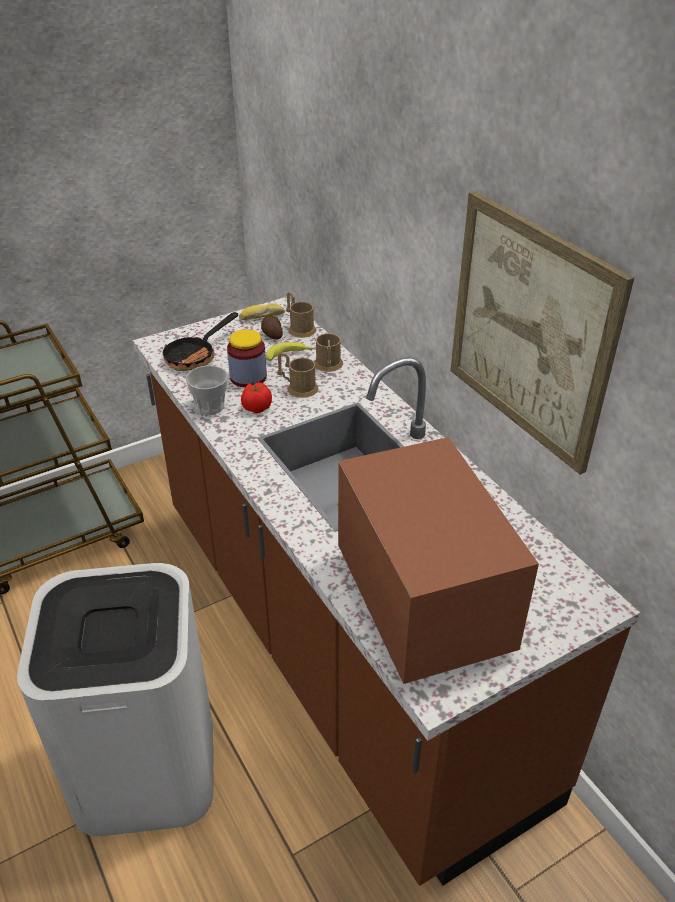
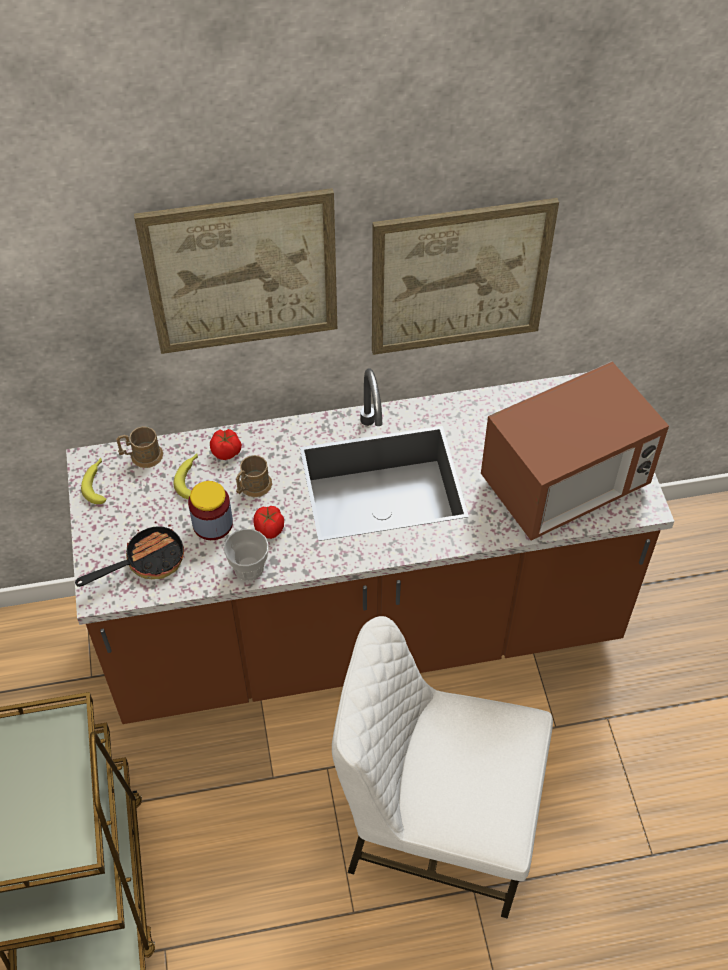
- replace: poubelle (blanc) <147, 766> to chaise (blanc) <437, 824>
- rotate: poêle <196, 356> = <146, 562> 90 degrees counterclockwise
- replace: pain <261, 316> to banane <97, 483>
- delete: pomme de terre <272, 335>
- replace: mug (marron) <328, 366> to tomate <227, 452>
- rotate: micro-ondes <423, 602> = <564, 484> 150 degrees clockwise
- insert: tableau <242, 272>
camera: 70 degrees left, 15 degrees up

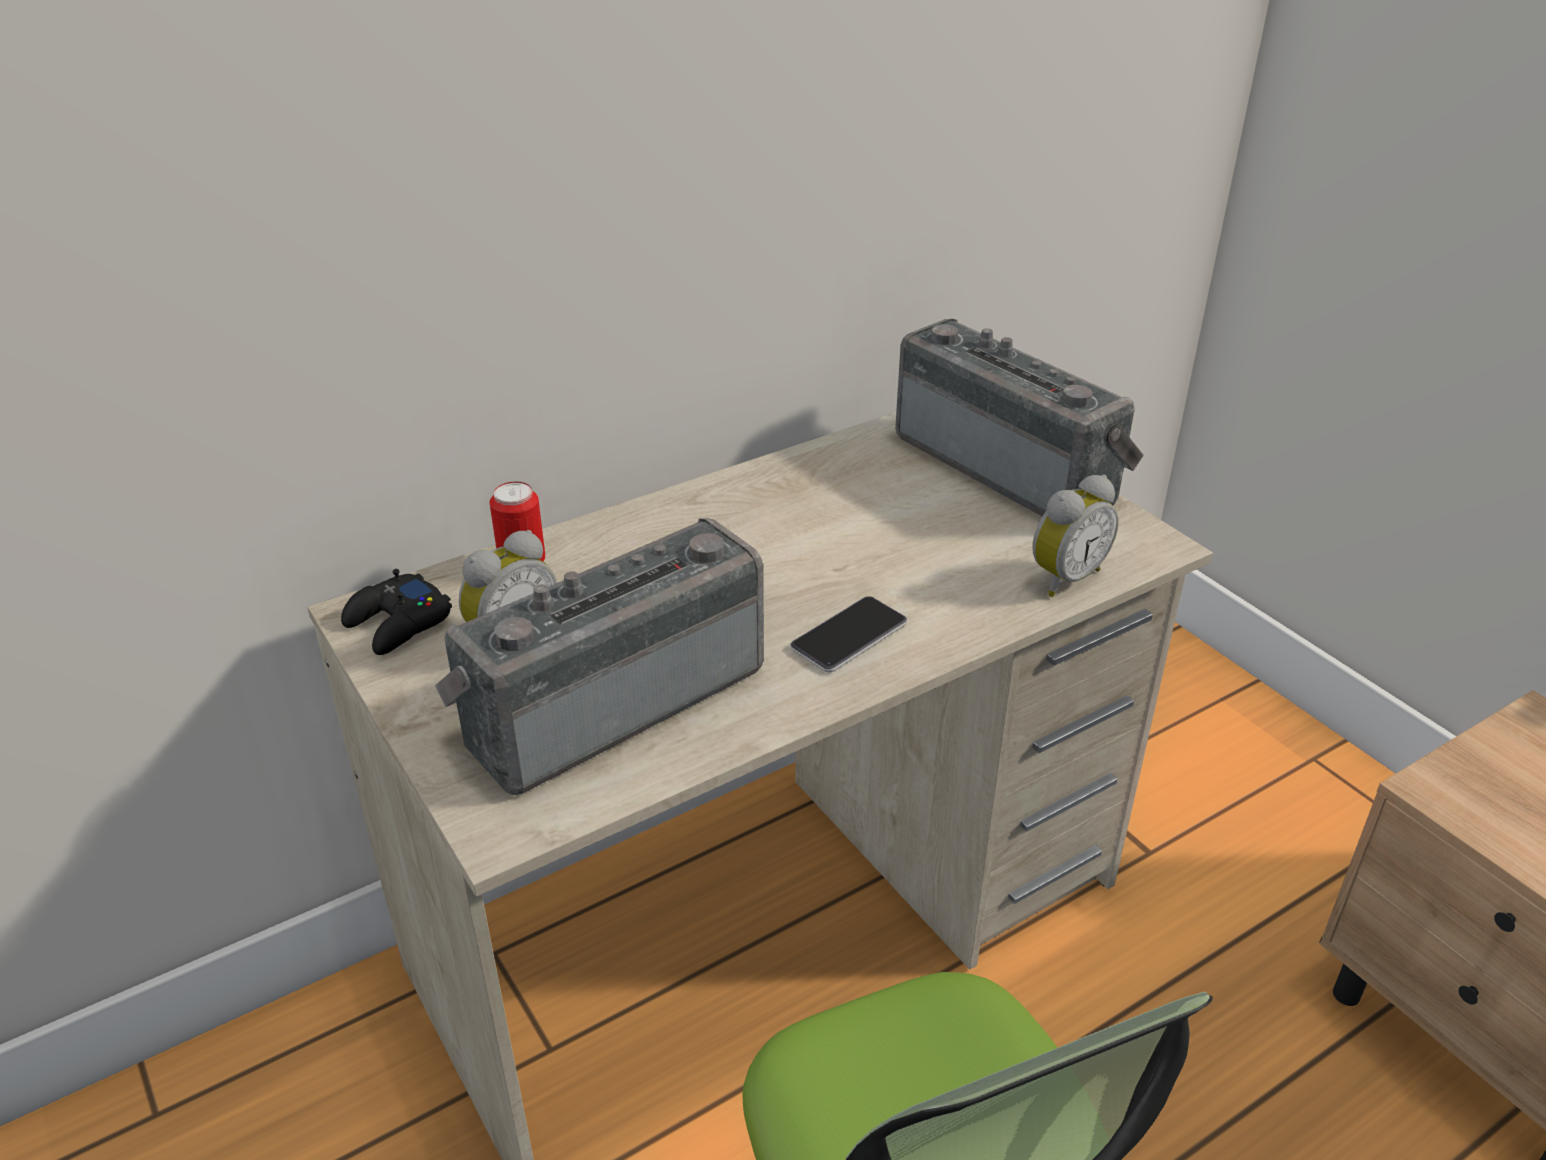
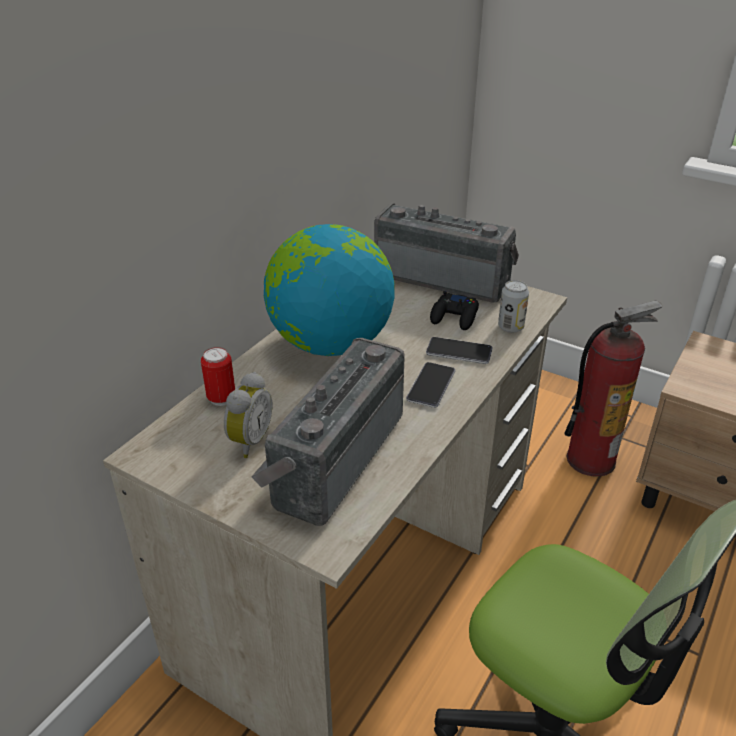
- move: manette (noir) <398, 623> to <455, 317>
- replace: réveil <1063, 577> to boîte métallique <510, 327>
- insert: globe <330, 344>
- insert: téléphone <459, 352>
- insert: extincteur <591, 459>
camera: 25 degrees left, 0 degrees up

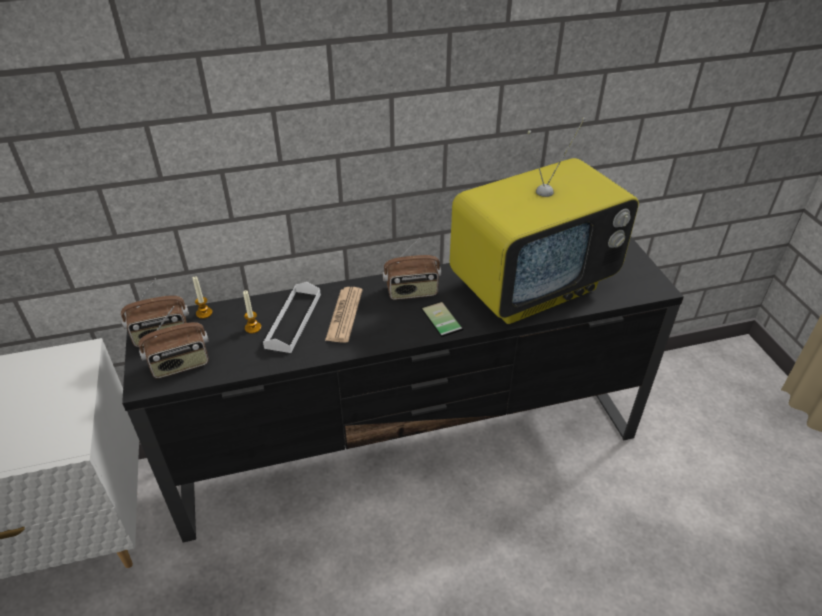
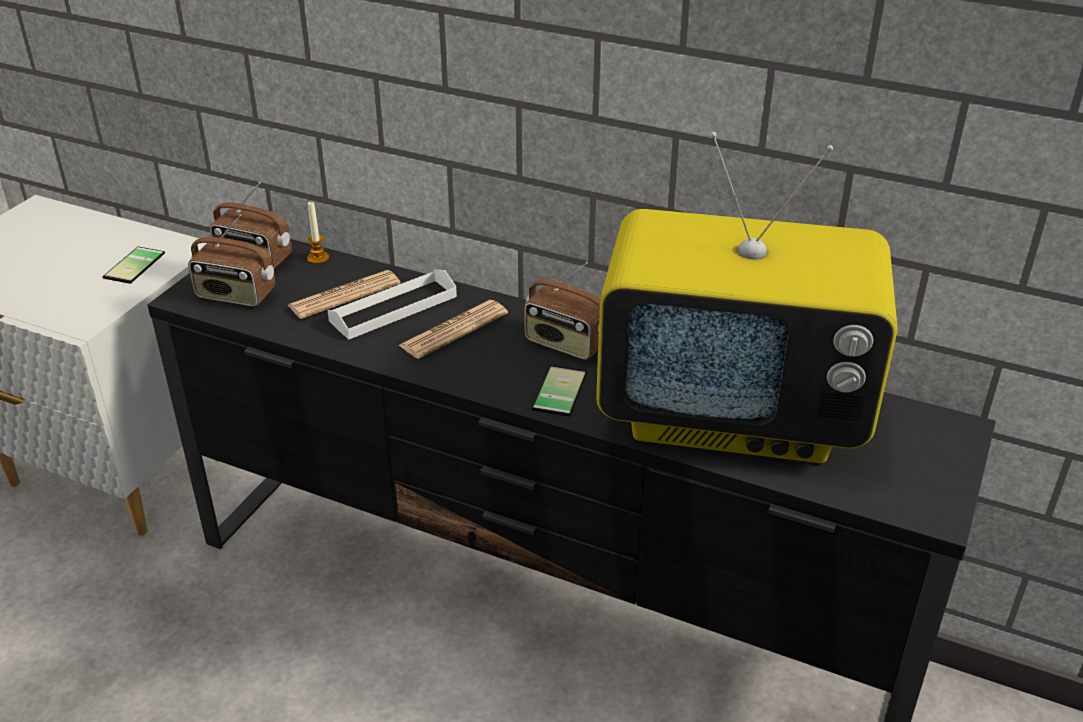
- replace: bougie <253, 328> to journal <344, 295>
- insert: téléphone <137, 266>
camera: 40 degrees right, 5 degrees down

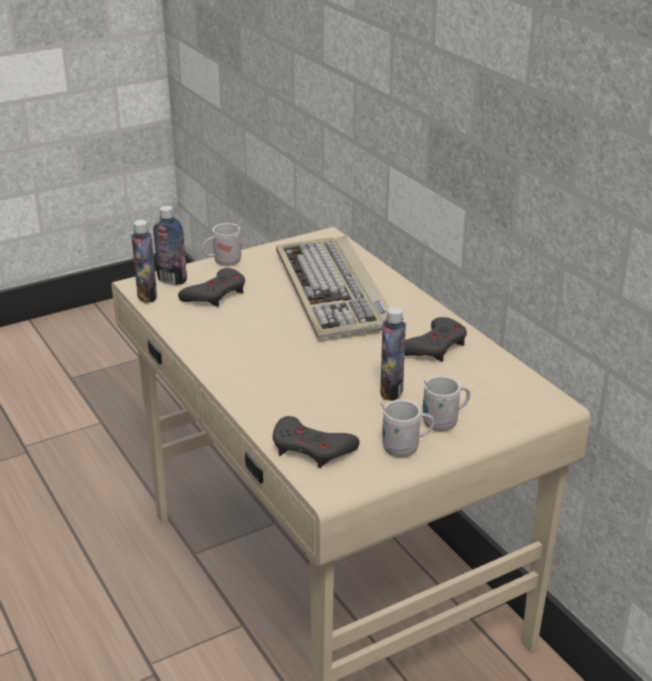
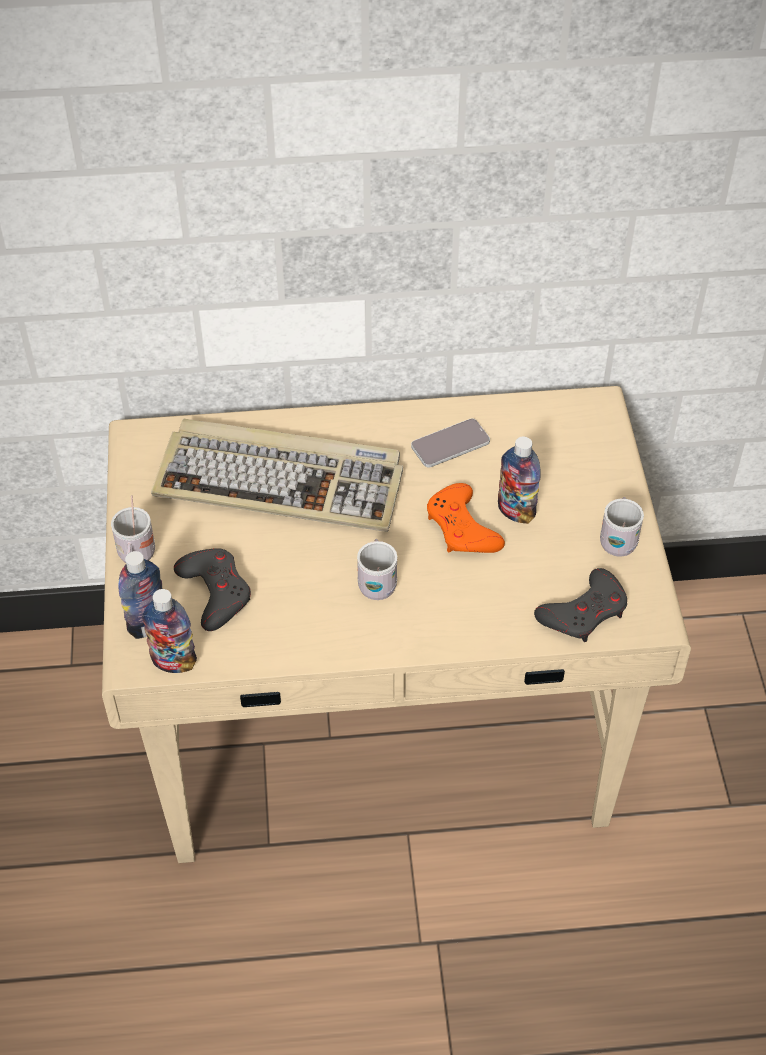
- replace: manette (gris) <434, 346> to téléphone <450, 444>
- move: mug (blanc) <444, 422> to <377, 582>
- insert: manette (orange) <462, 527>
camera: 65 degrees left, 20 degrees up

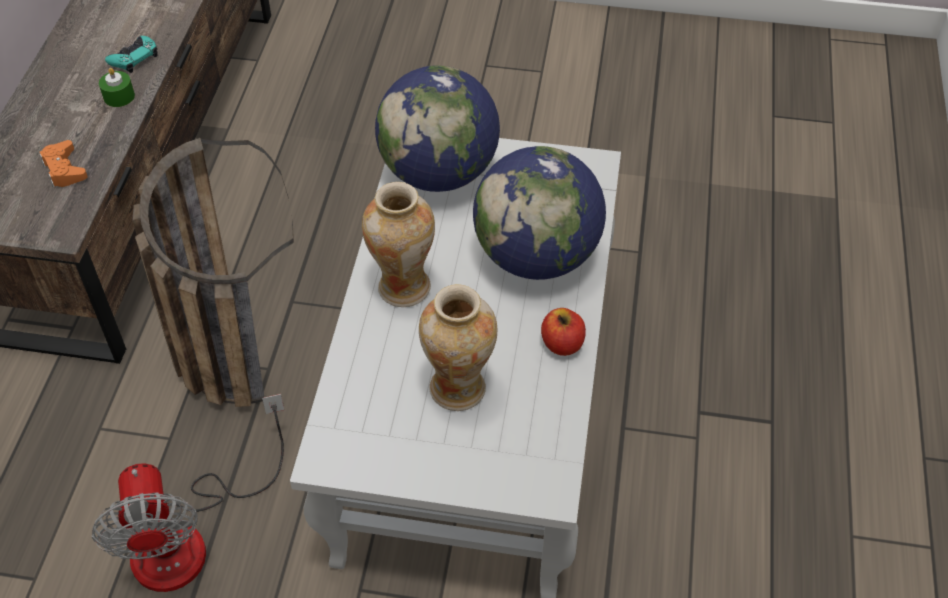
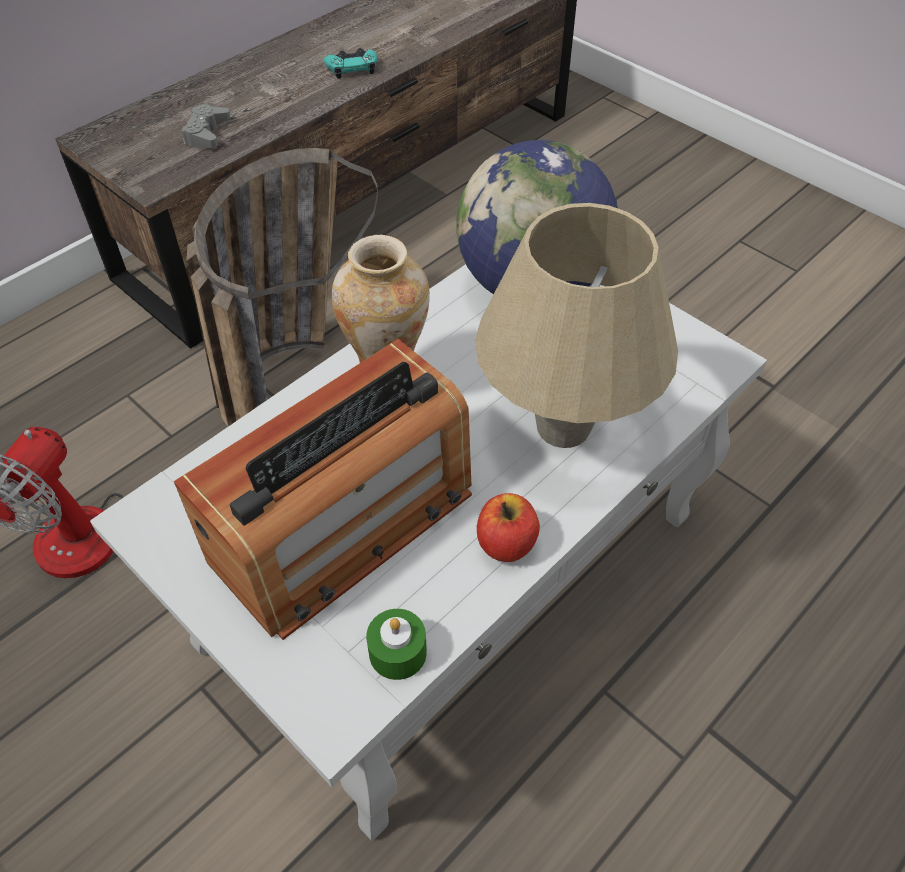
- recolor: manette (orange) <64, 169> to manette (gris) <207, 133>
- move: bougie (vert) <119, 96> to <397, 652>
- replace: vase <458, 388> to radio <344, 525>
- replace: globe <536, 256> to lampe de table (beige) <563, 426>
camera: 35 degrees right, 0 degrees up

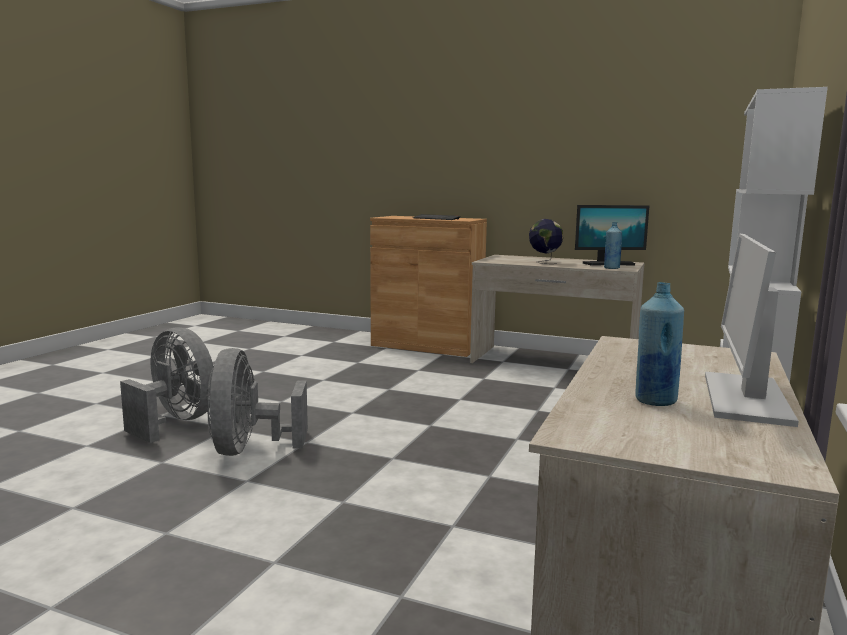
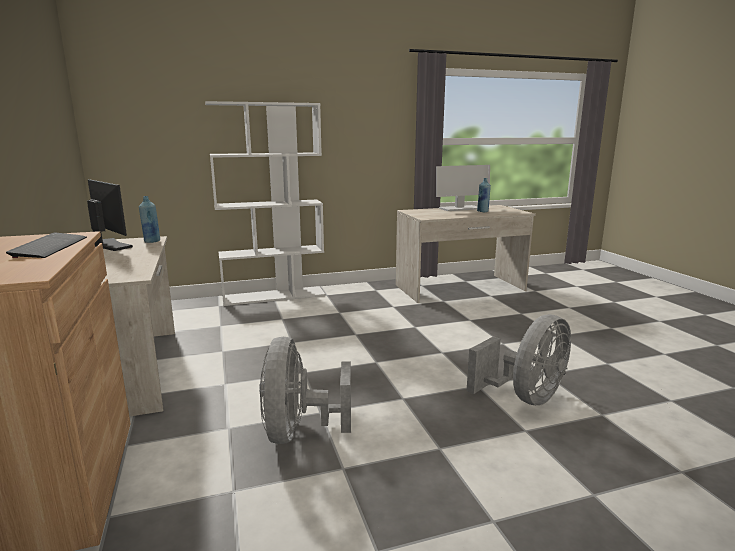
- move: ventilateur (gris) <175, 422> to <299, 431>
- delete: globe <544, 262>
camera: 130 degrees left, 5 degrees up

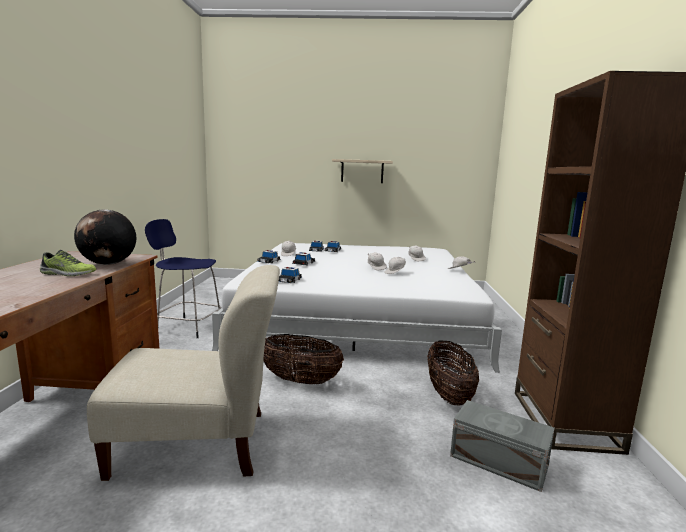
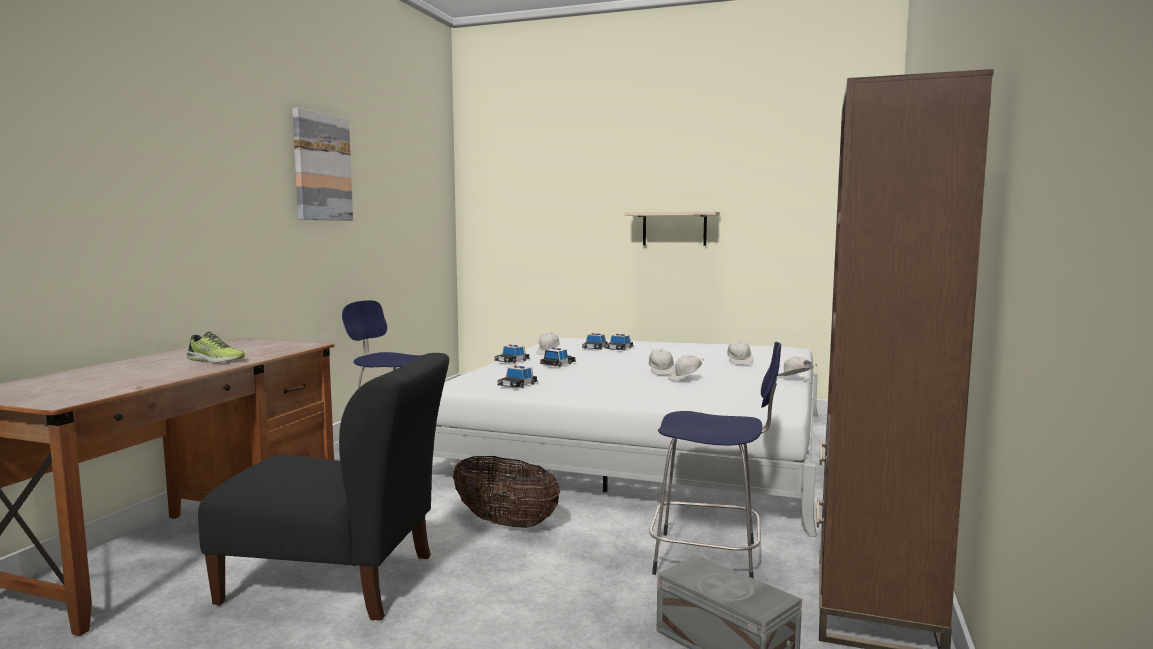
- delete: globe <108, 264>
- recolor: chaise (beige) <199, 444> to chaise (noir) <337, 581>
- replace: panier <449, 395> to tabouret (bleu) <710, 558>
- insert: tableau <321, 167>
camera: 15 degrees right, 5 degrees down

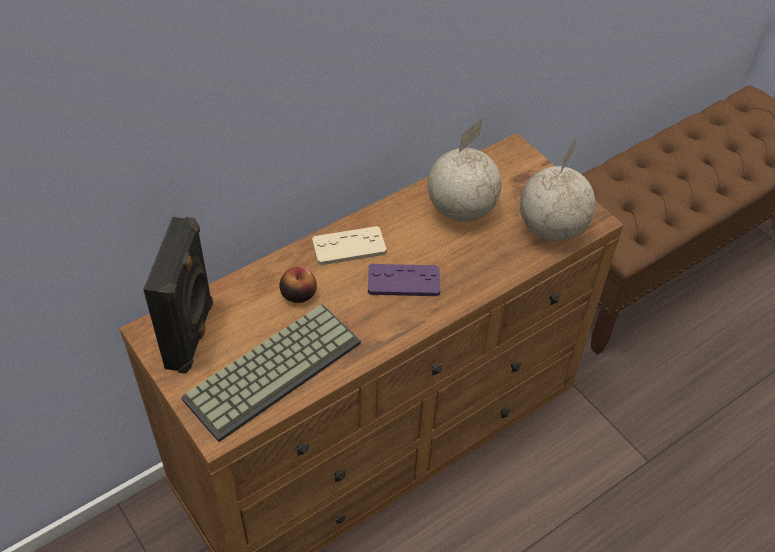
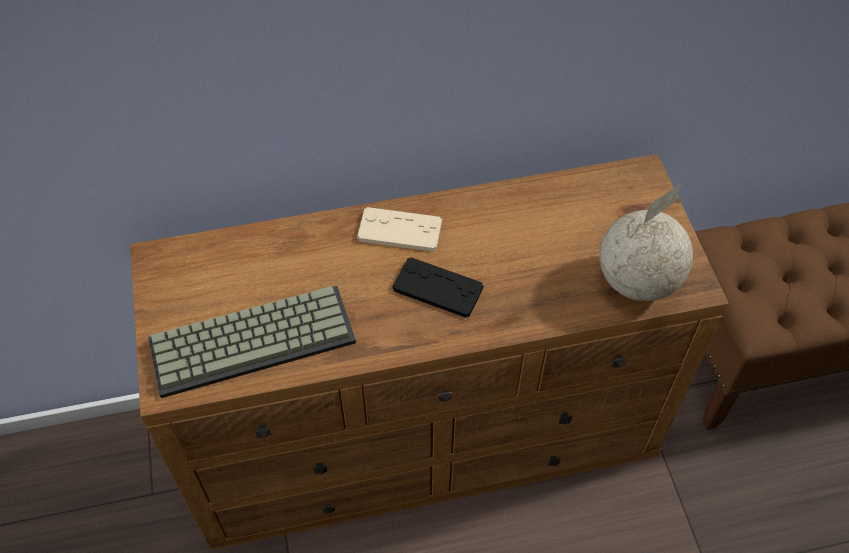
- delete: enceinte (noir) <192, 335>
- delete: pomme <298, 294>
- recolor: manette (violet) <403, 281> to manette (noir) <438, 288>
- delete: globe <460, 210>
camera: 25 degrees right, 5 degrees up

